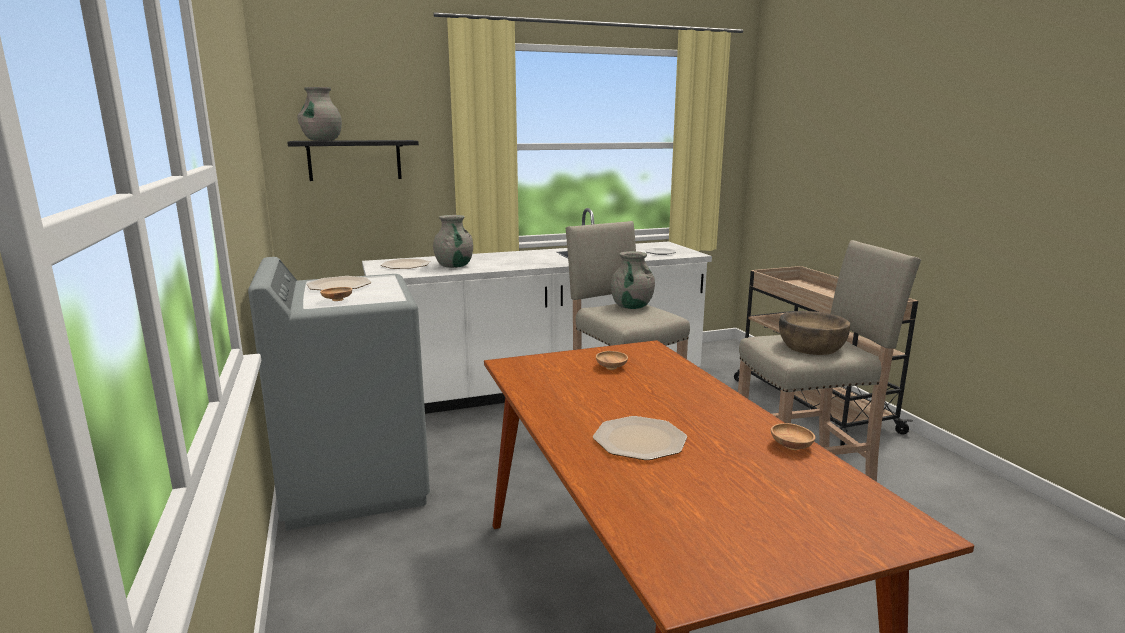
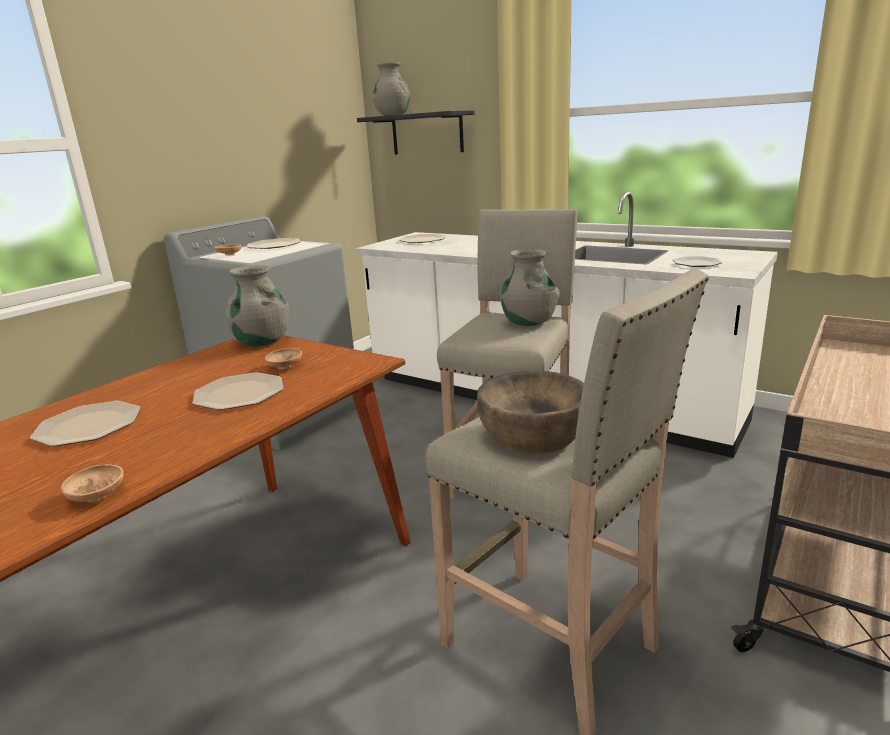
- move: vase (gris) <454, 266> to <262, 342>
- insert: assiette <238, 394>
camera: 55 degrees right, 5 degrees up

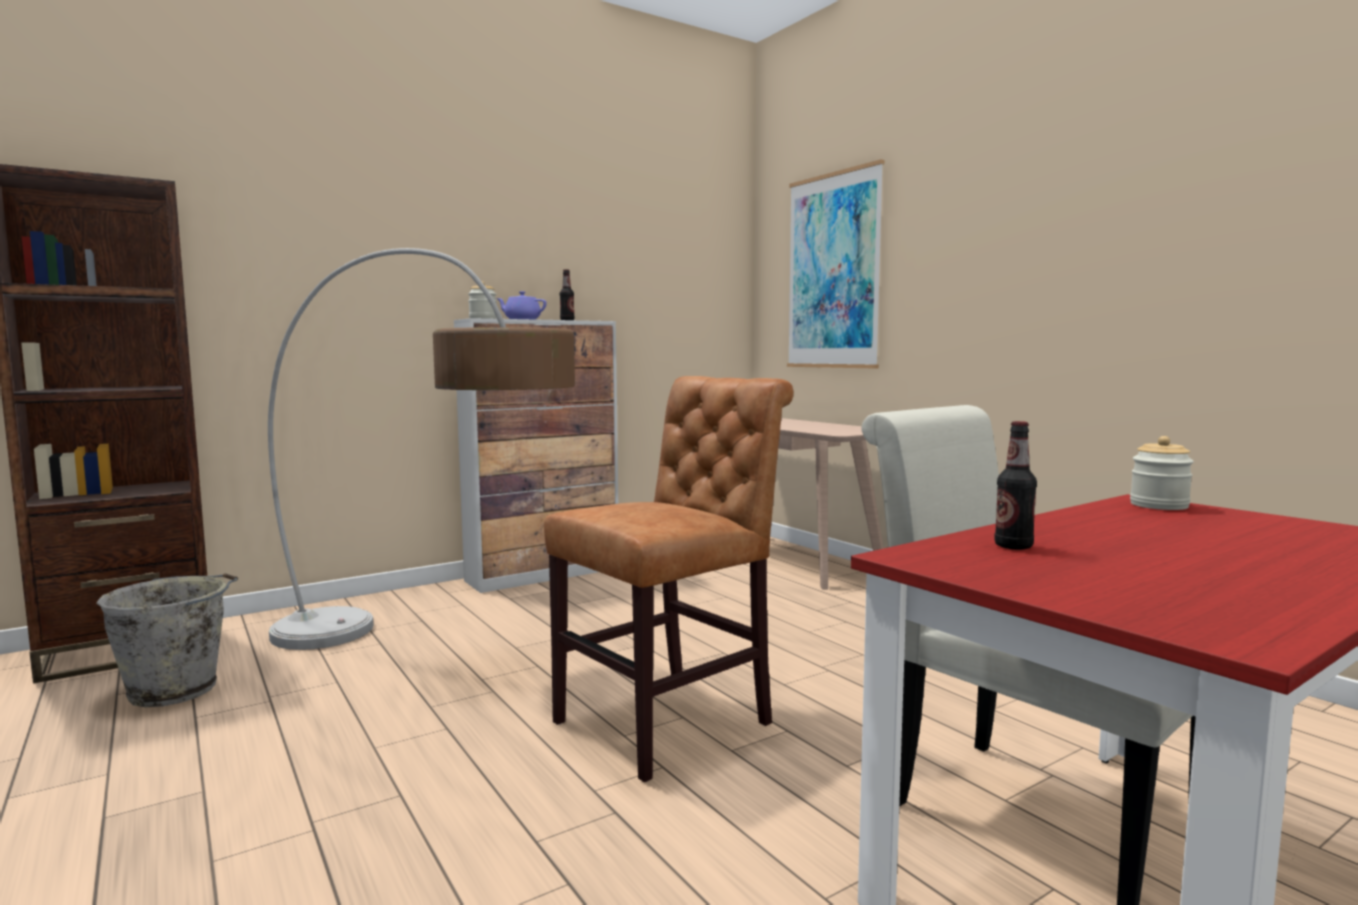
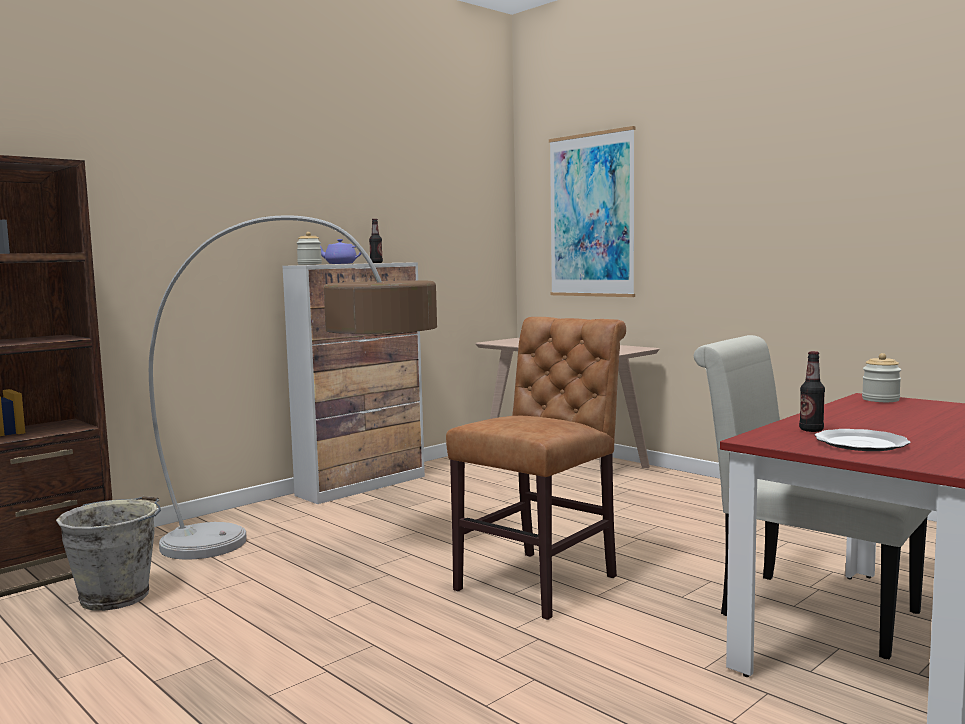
- insert: assiette <859, 443>
camera: 10 degrees left, 0 degrees up

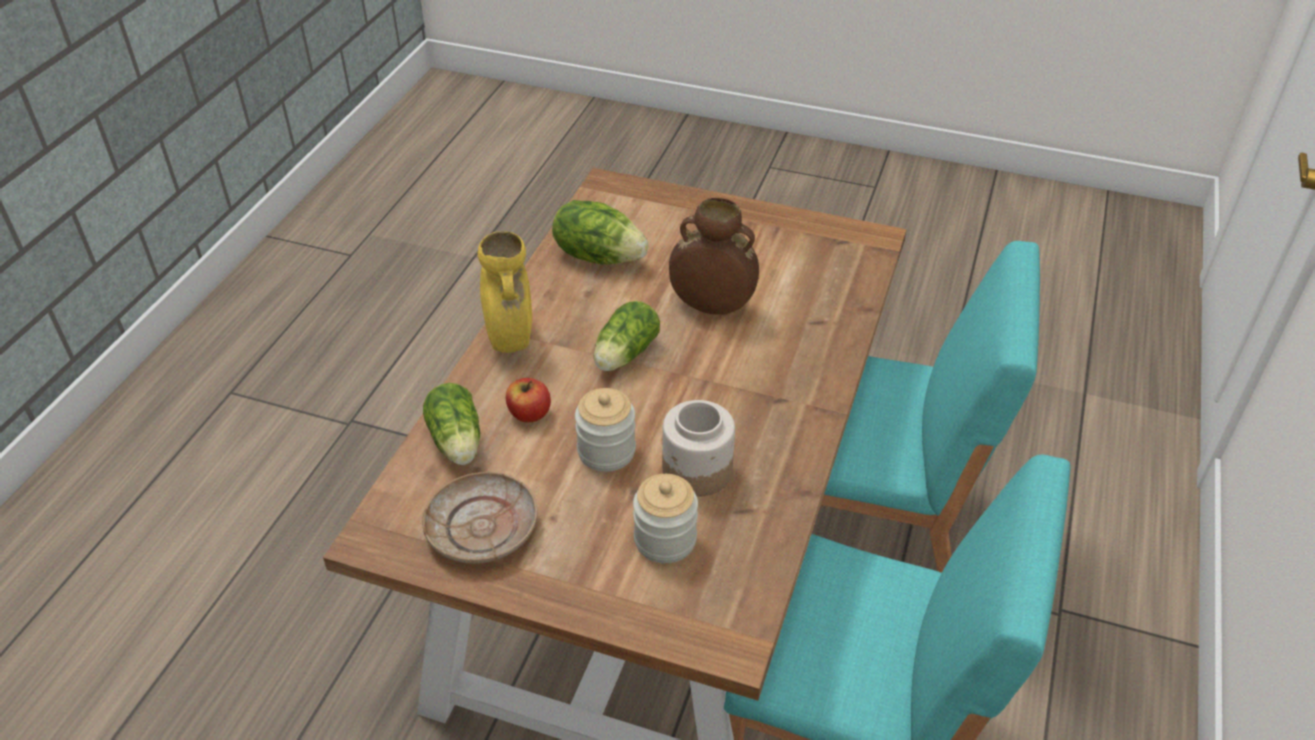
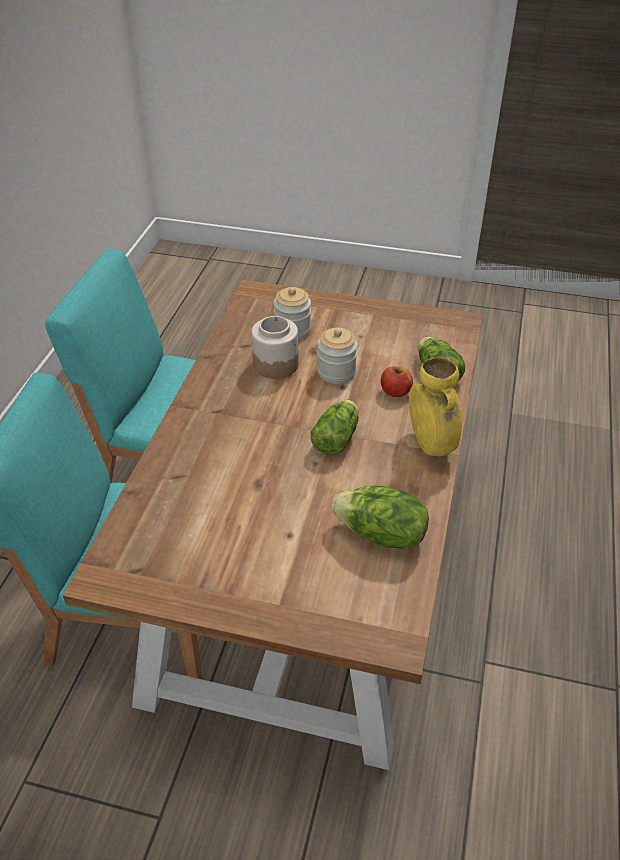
- delete: assiette (beige) <483, 529>
- delete: vase (marron) <711, 306>
camera: 175 degrees right, 0 degrees up

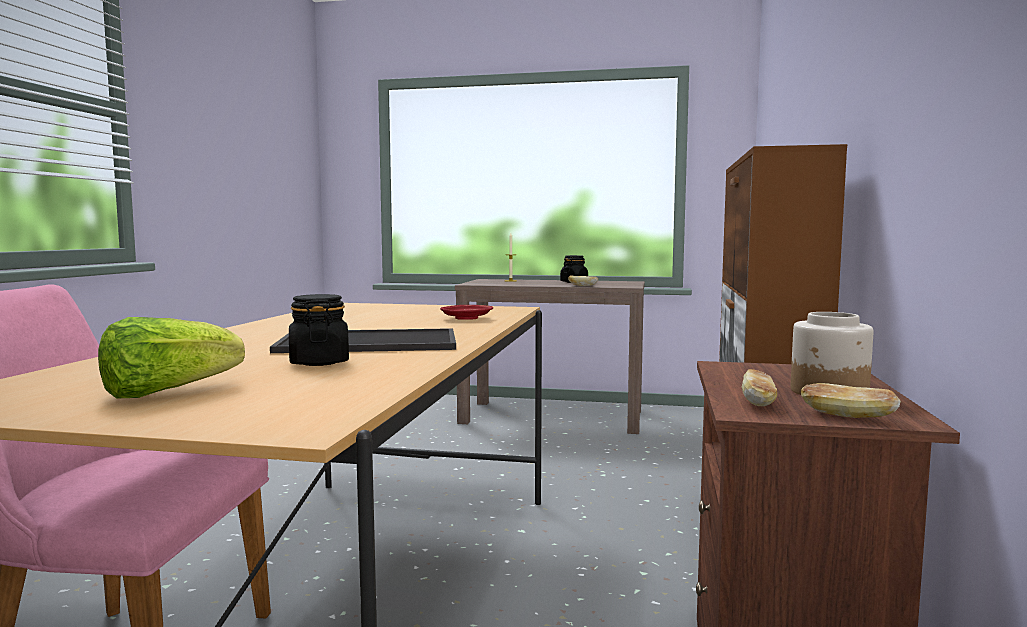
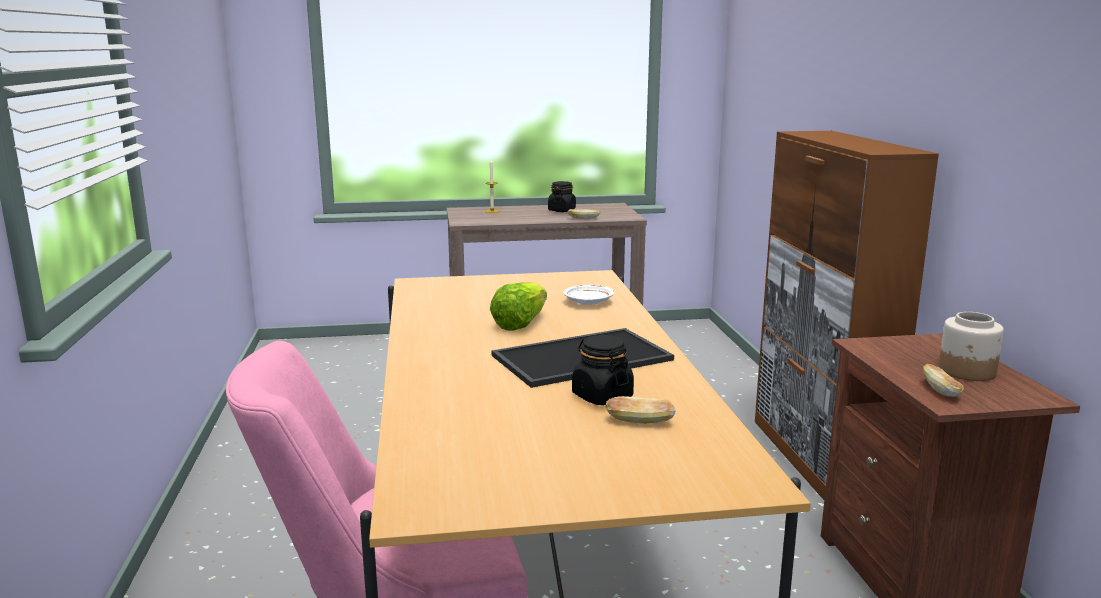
- move: laitue <167, 392> to <520, 324>
- recolor: assiette (rouge) <467, 319> to assiette (blanc) <588, 302>
- move: pain <847, 417> to <639, 422>
camera: 20 degrees left, 10 degrees up

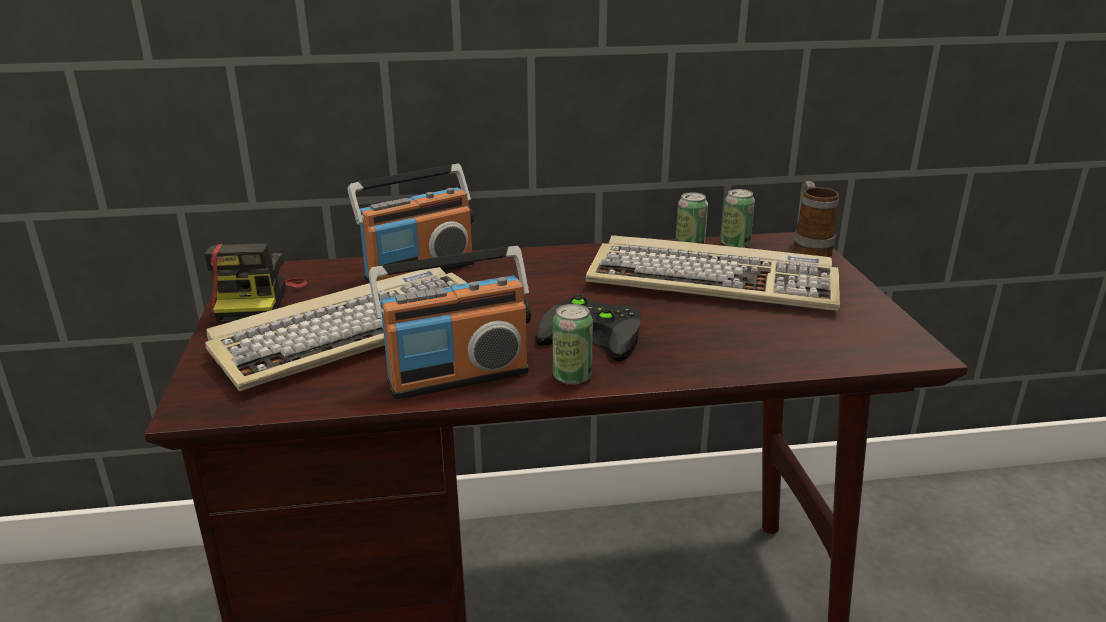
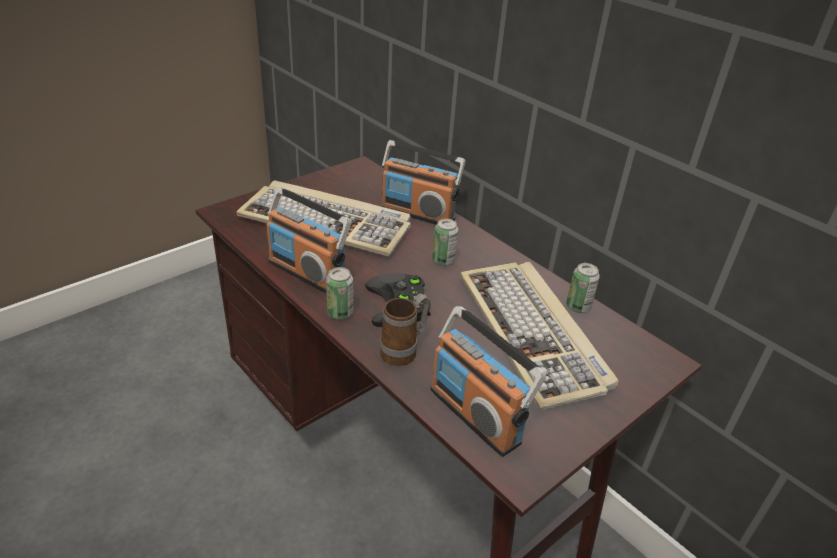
- delete: appareil photo <257, 301>
- move: boîte métallique <735, 244> to <443, 260>
- move: mug <809, 250> to <404, 351>
- insert: radio <475, 415>
camera: 55 degrees right, 10 degrees up

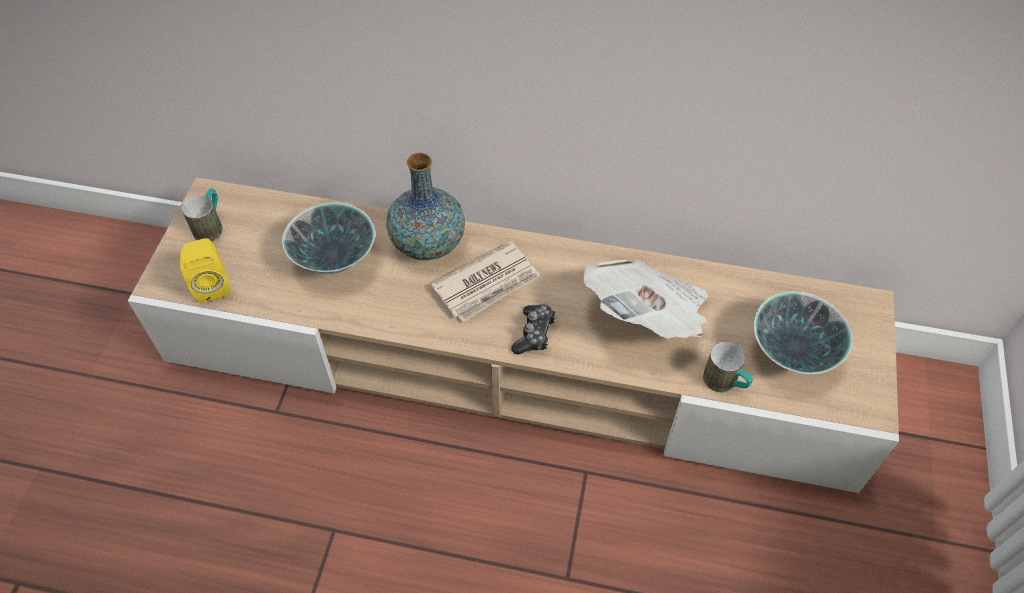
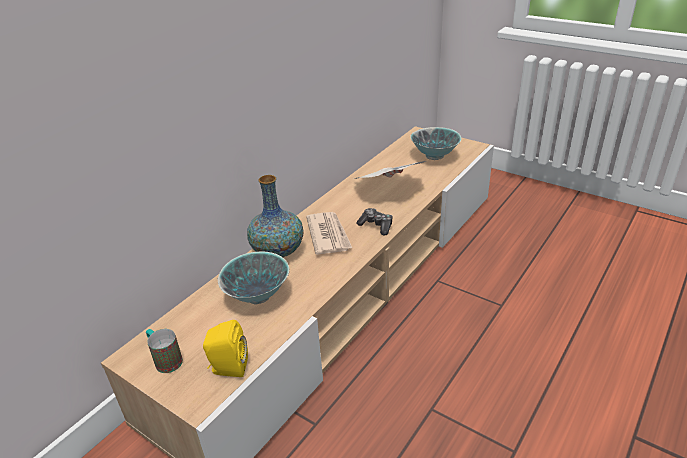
- delete: mug <725, 383>
camera: 65 degrees left, 20 degrees down

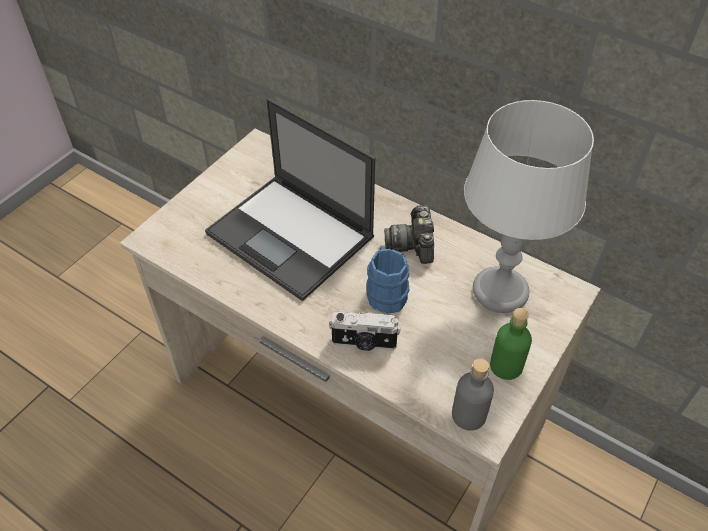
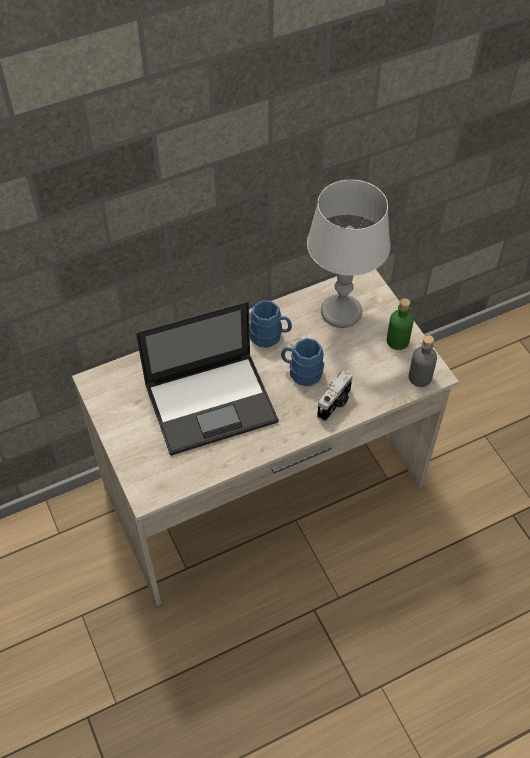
- replace: appareil photo <413, 244> to mug (bleu) <270, 336>
camera: 60 degrees left, 5 degrees up

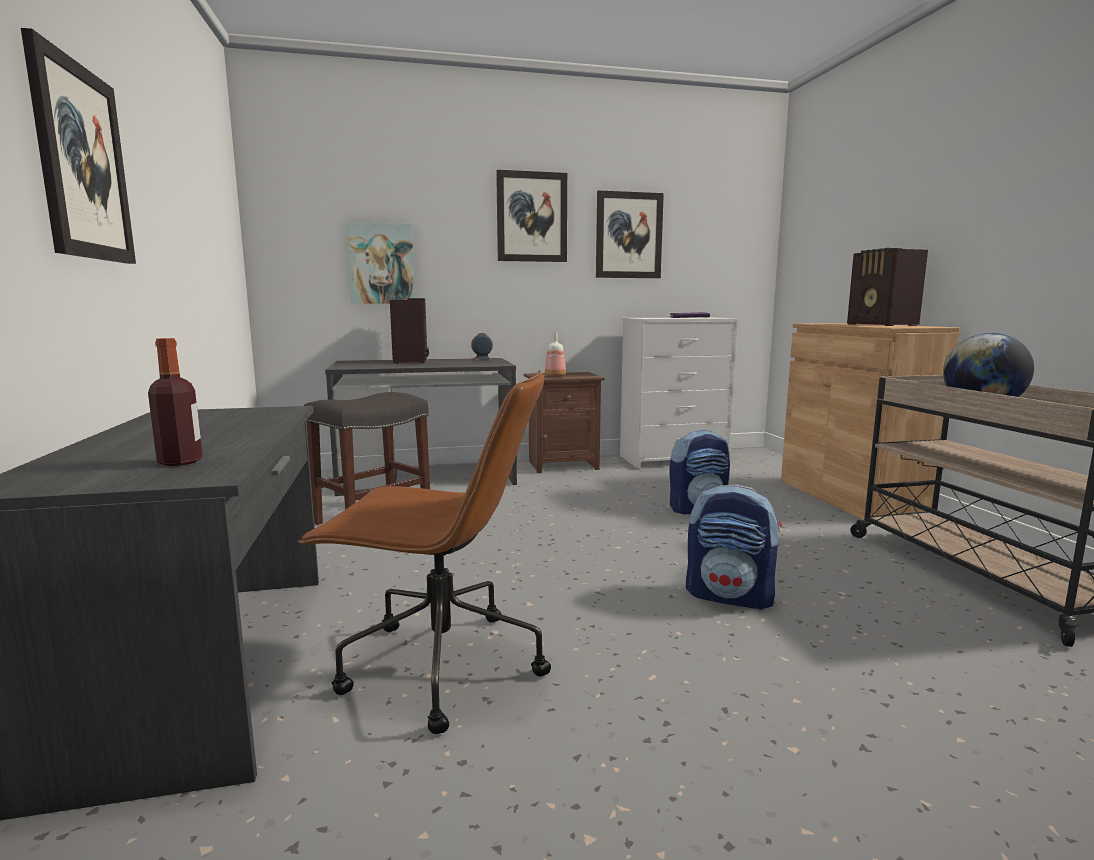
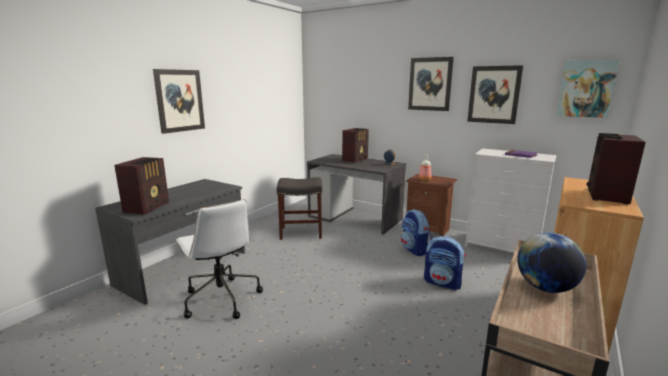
- replace: bouteille <180, 462> to radio <148, 207>
- recolor: chaise de bureau (marron) <439, 666> to chaise de bureau (blanc) <221, 298>
- move: tableau <381, 264> to <586, 89>
- move: sac à dos <730, 596> to <414, 250>
camera: 45 degrees right, 5 degrees up

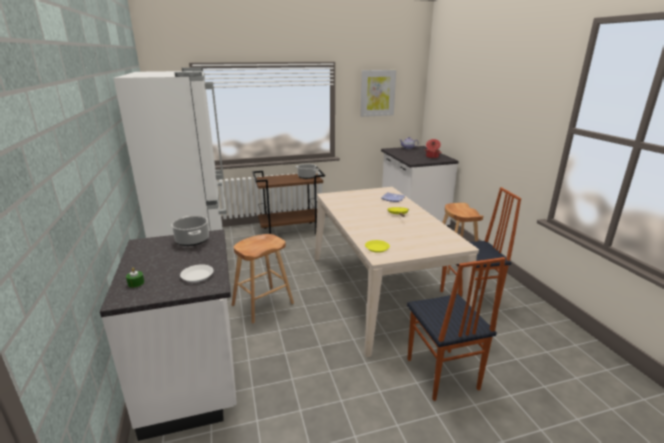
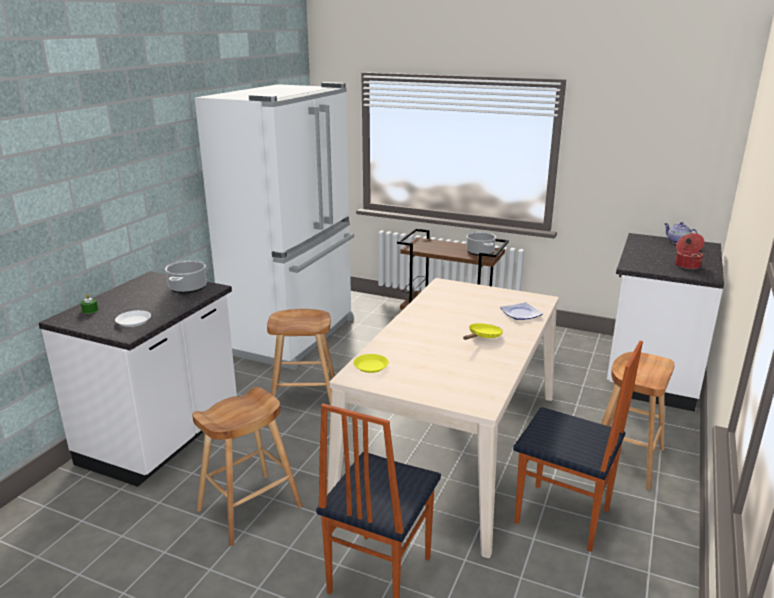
- delete: tableau <377, 93>
- insert: tabouret (marron) <250, 508>
camera: 40 degrees right, 0 degrees up

